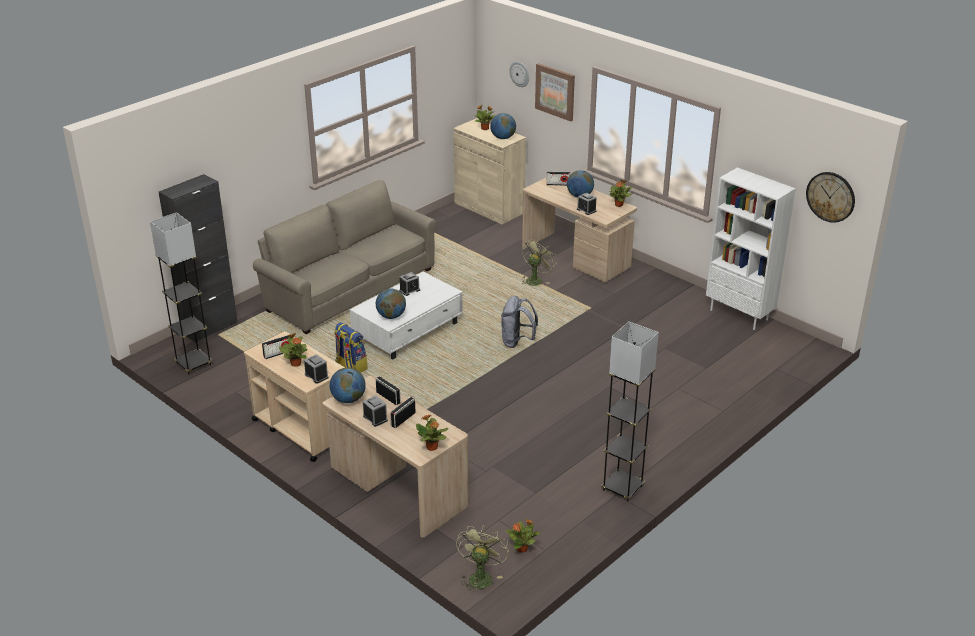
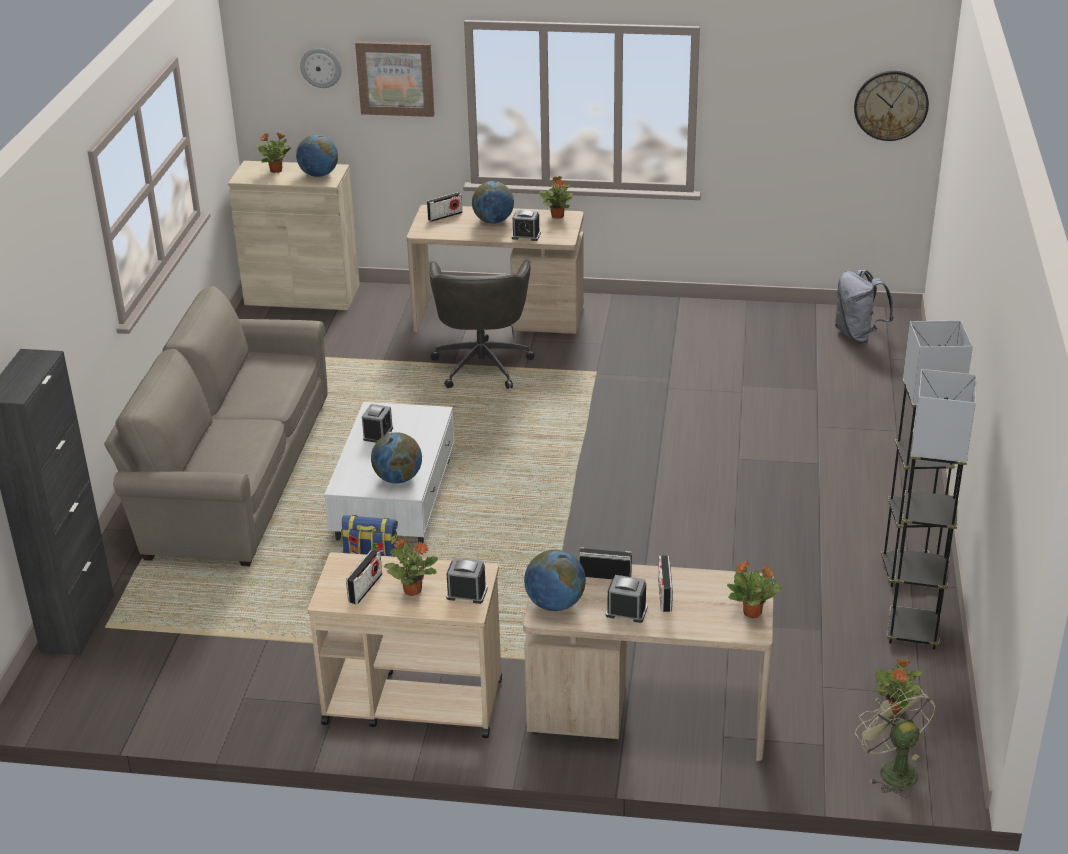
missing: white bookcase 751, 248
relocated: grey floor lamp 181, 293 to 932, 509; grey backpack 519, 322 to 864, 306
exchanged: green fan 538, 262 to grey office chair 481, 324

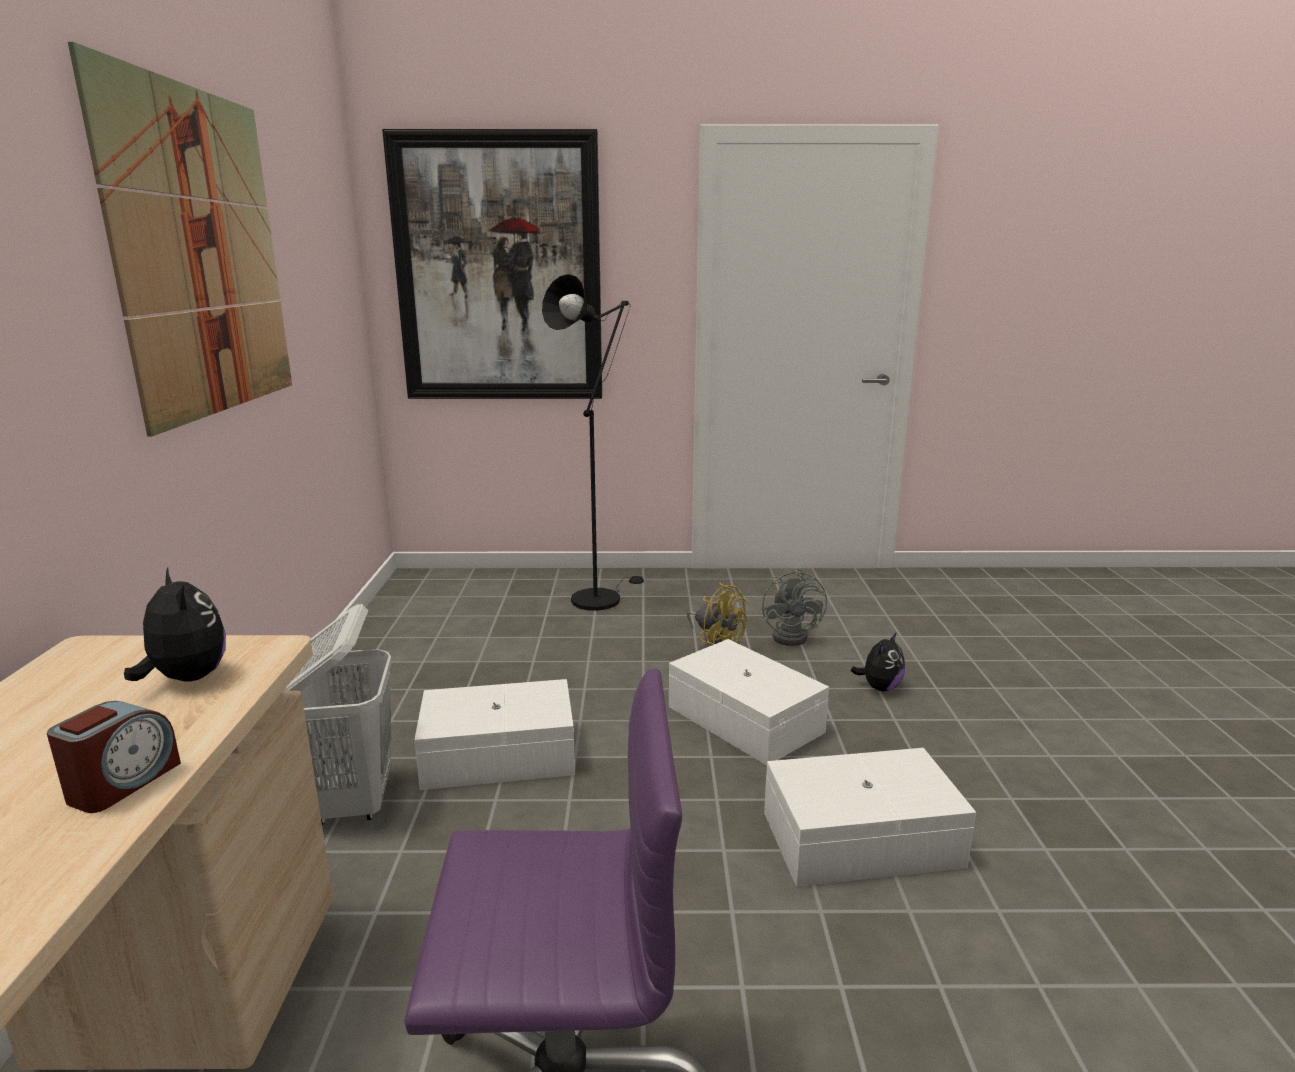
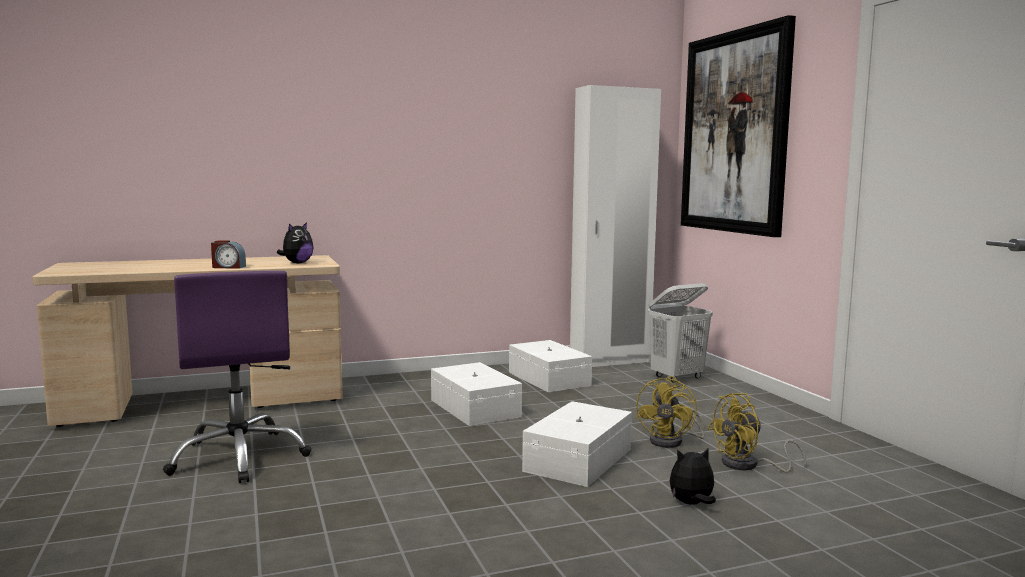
missing: picture 180, 239; black floor lamp 593, 442
appeared: white wardrobe 615, 226
relocated: white laundry basket 337, 714 to 680, 333; white storage box 870, 817 to 550, 366
colour: grey fan 794, 607 to yellow fan 756, 433
spun: plush toy 878, 661 = 692, 476 150 degrees clockwise

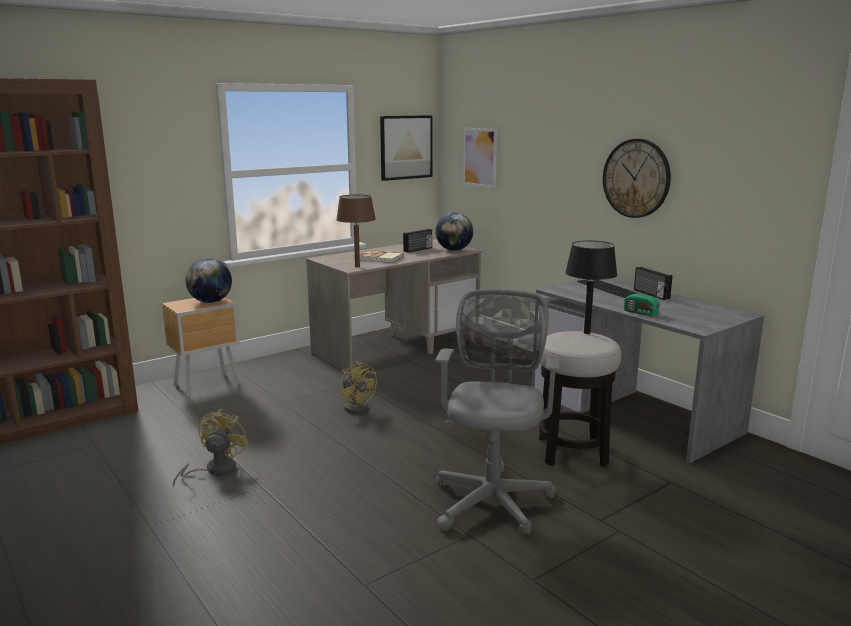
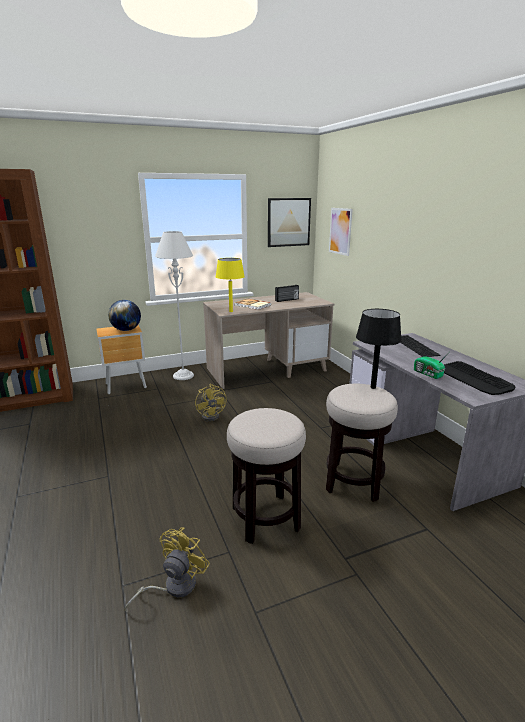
missing: globe 454, 231; wall clock 637, 178; radio 653, 283
appeared: grey floor lamp 174, 305; keyboard 480, 378
relocated: yellow fan 210, 448 to 167, 569
exchanged: grey office chair 497, 412 to stool 266, 476
colour: brown table lamp 356, 231 to yellow table lamp 230, 285

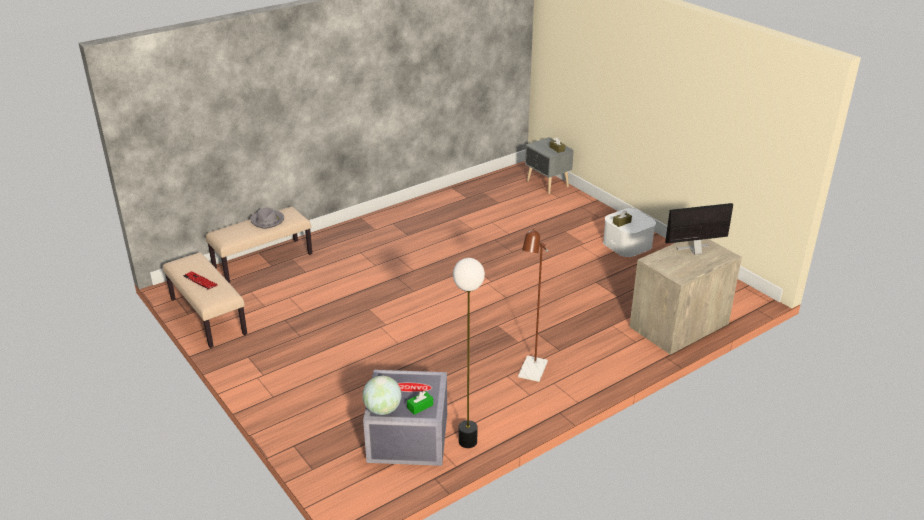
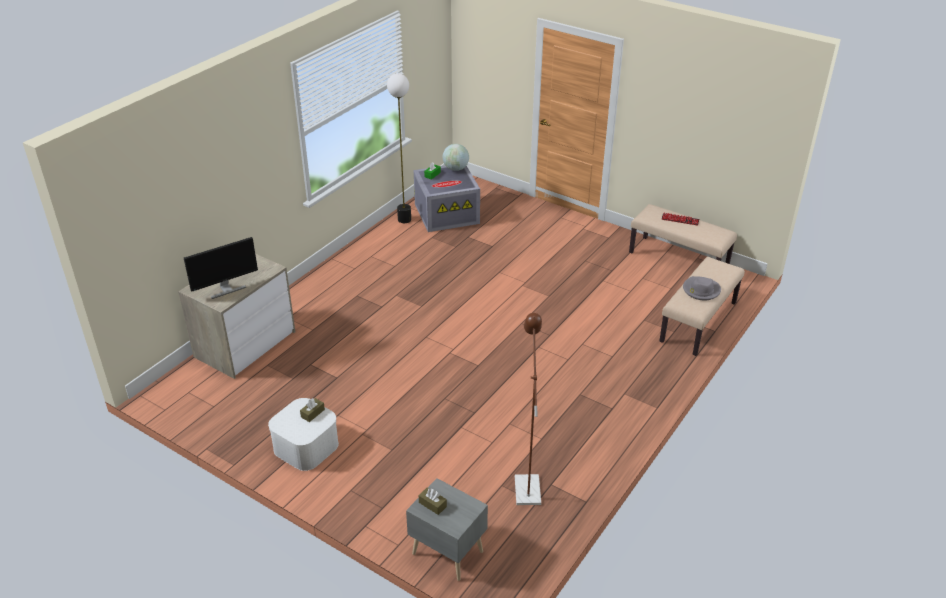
relocated: brown floor lamp 533, 305 to 528, 409

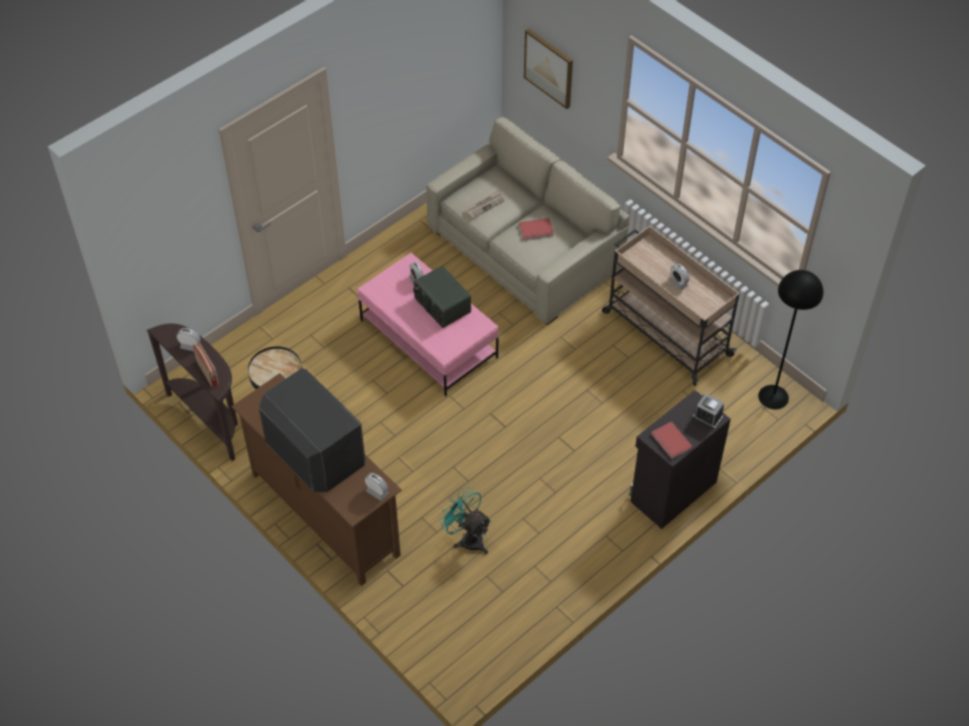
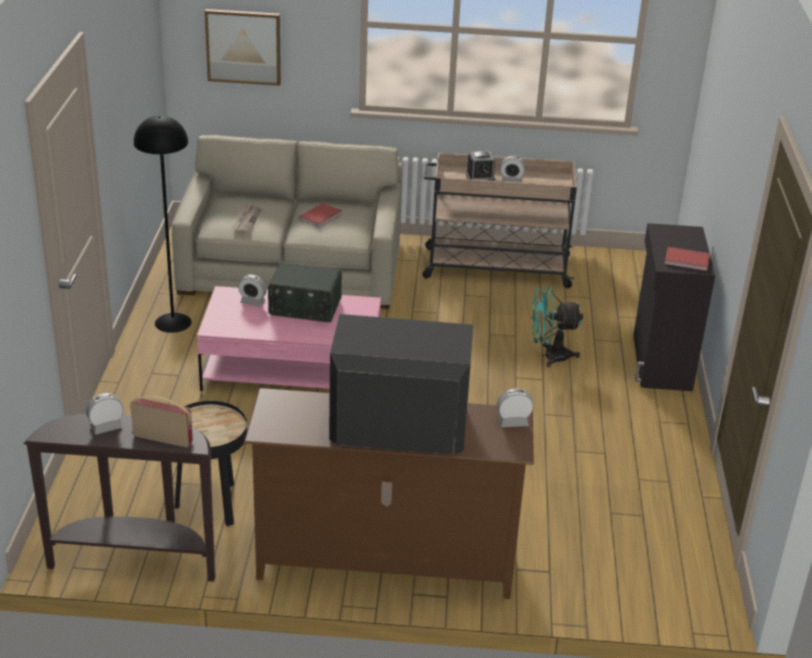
relocated: turquoise fan 465, 520 to 557, 327; alarm clock 708, 411 to 480, 166; black floor lamp 790, 339 to 163, 224

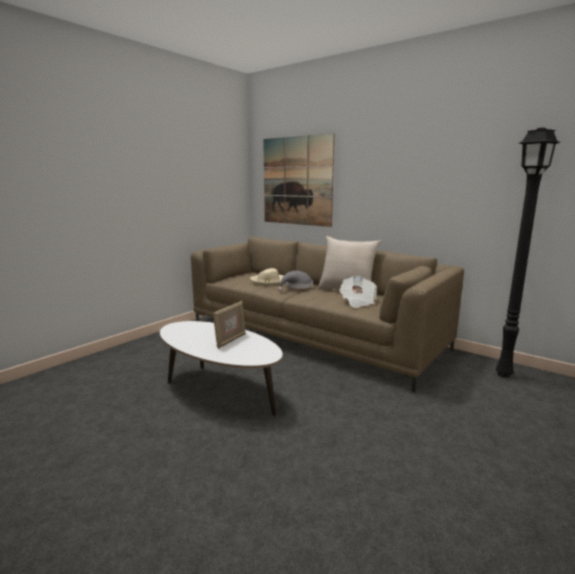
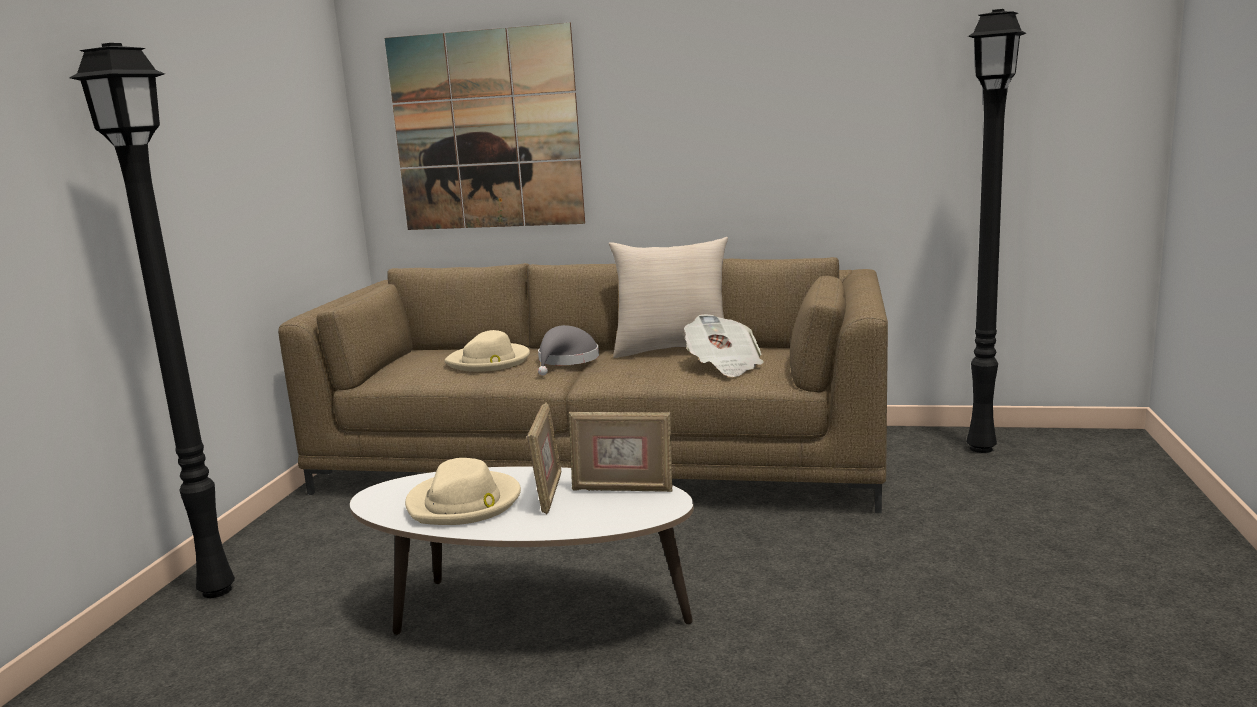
appeared: black floor lamp 152, 320; beige hat 463, 491; picture frame 621, 452

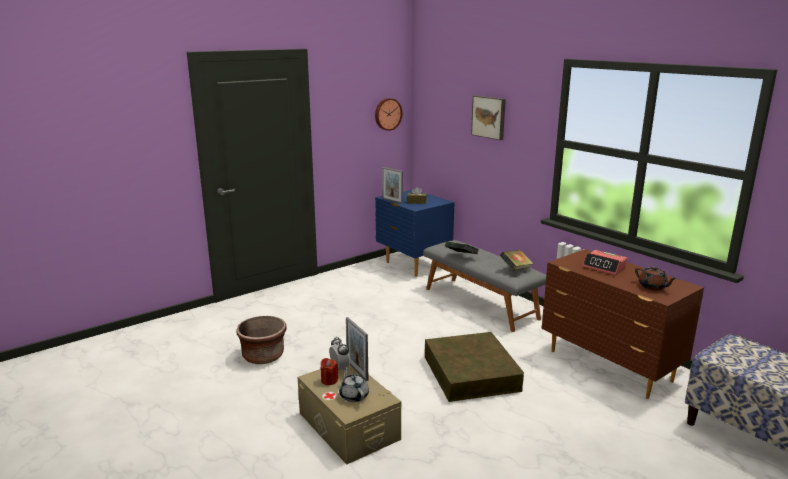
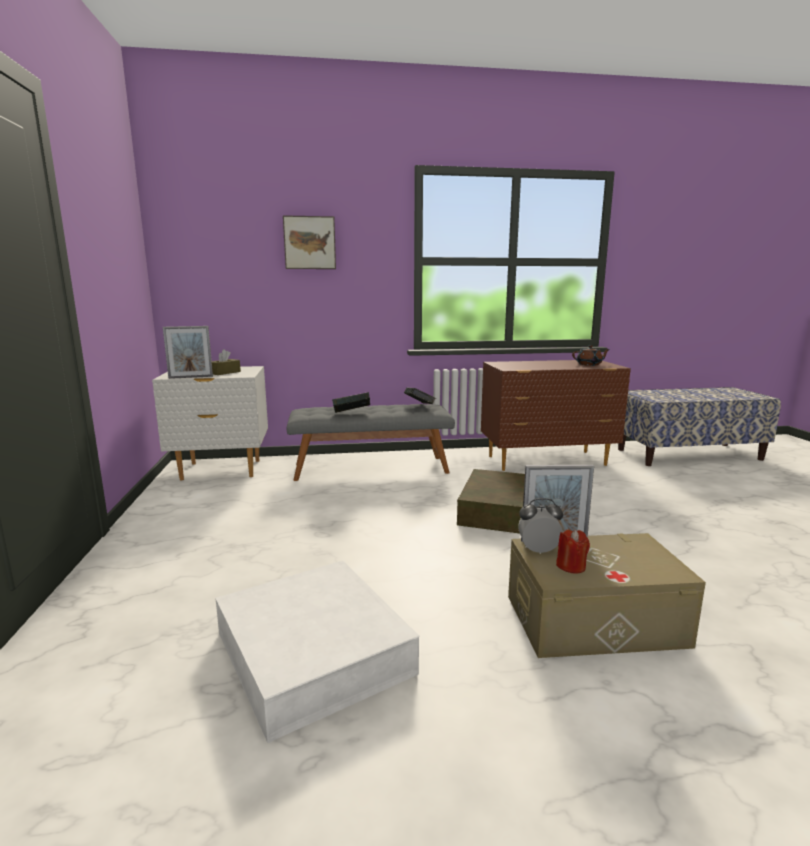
missing: grey teapot 354, 385; wall clock 388, 114; alarm clock 605, 262
exchanged: brown planter 261, 340 to white storage box 317, 652
colour: blue nightstand 414, 233 to white nightstand 210, 423

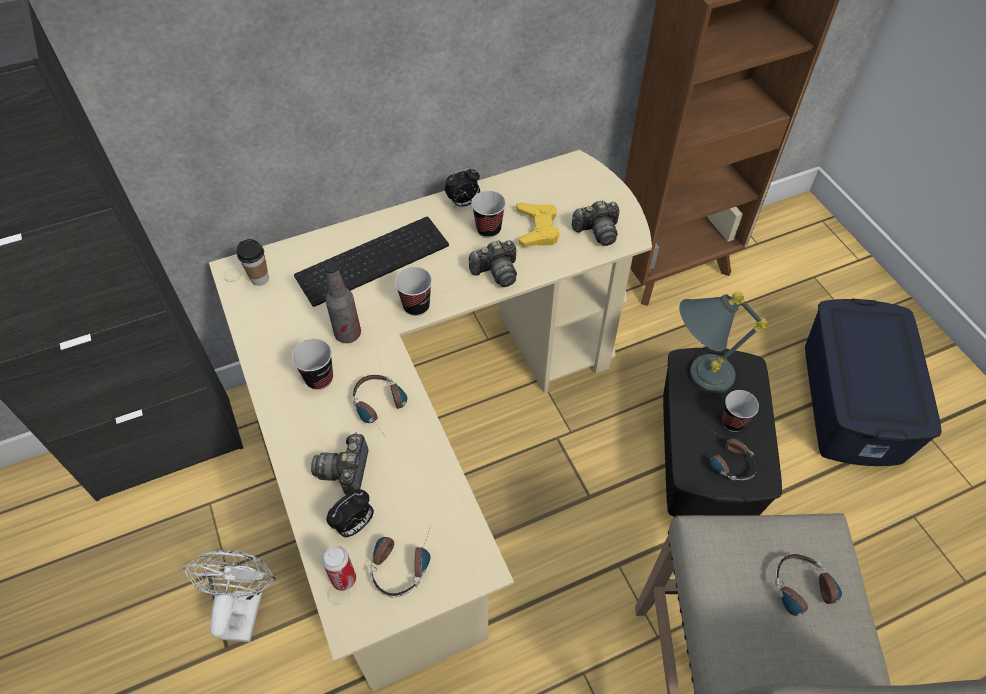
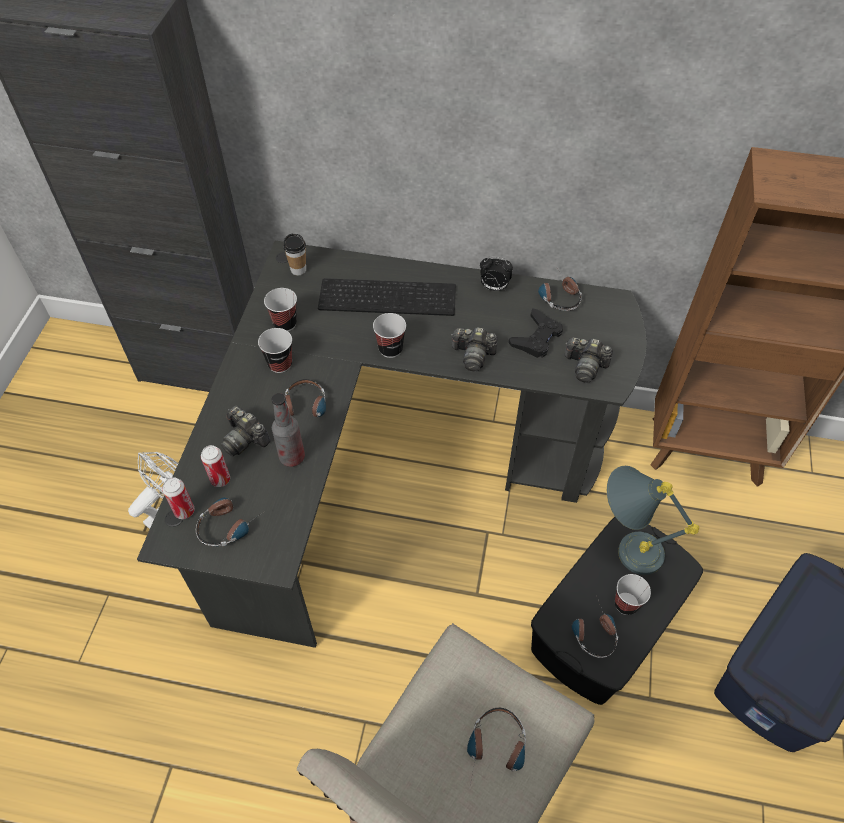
appeared: headphones 560, 289
relocated: bottle 342, 302 to 288, 430; cup 488, 214 to 280, 309
exchanged: alarm clock 350, 513 to can 215, 466
colour: beige desk 430, 421 to black desk 392, 444; yellow game controller 538, 224 to black game controller 535, 333
spun: photo camera 339, 464 = 246, 431 90 degrees counterclockwise

